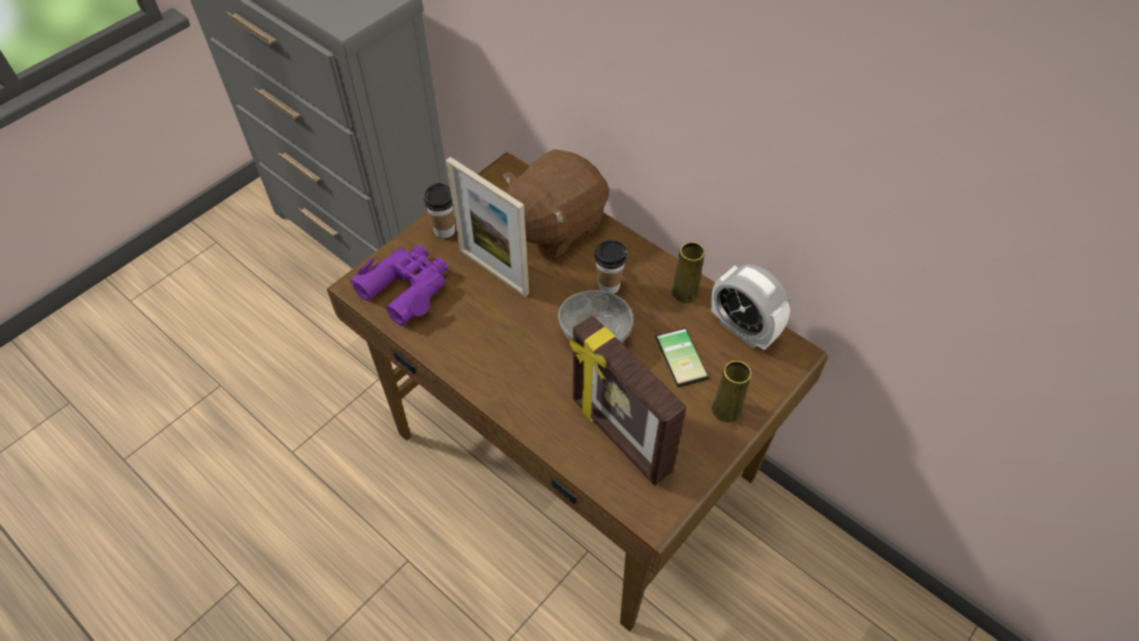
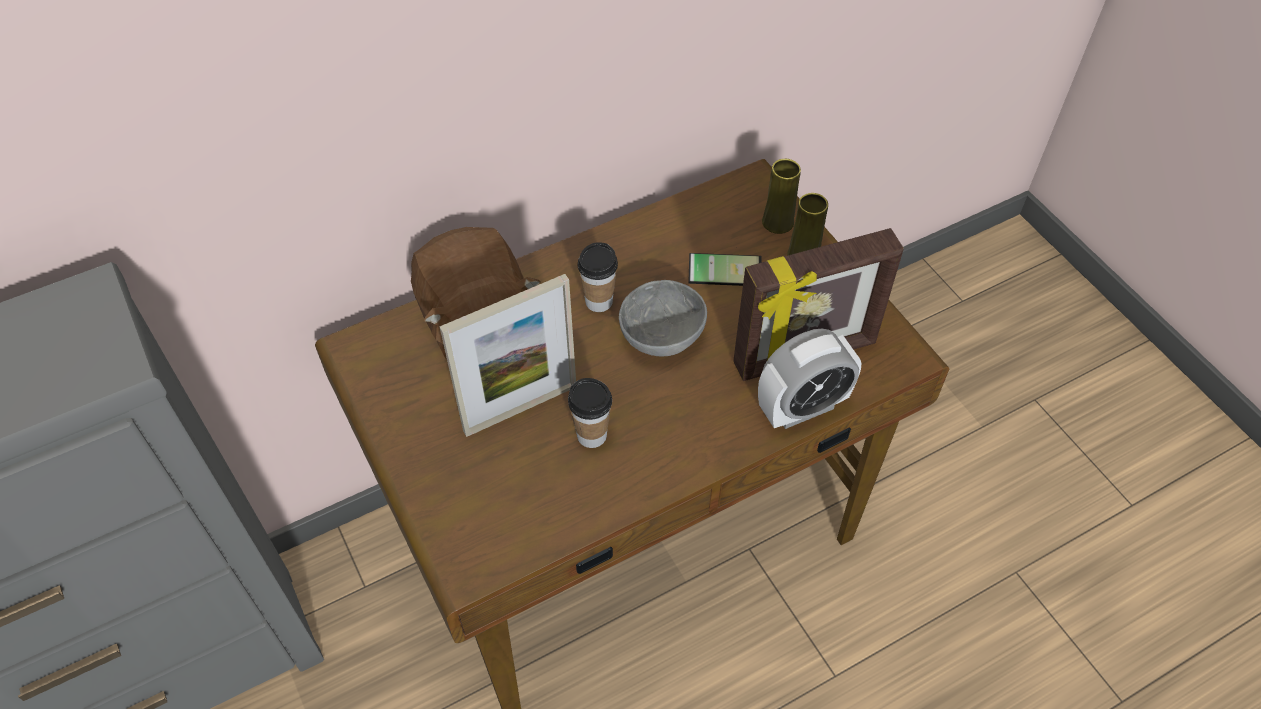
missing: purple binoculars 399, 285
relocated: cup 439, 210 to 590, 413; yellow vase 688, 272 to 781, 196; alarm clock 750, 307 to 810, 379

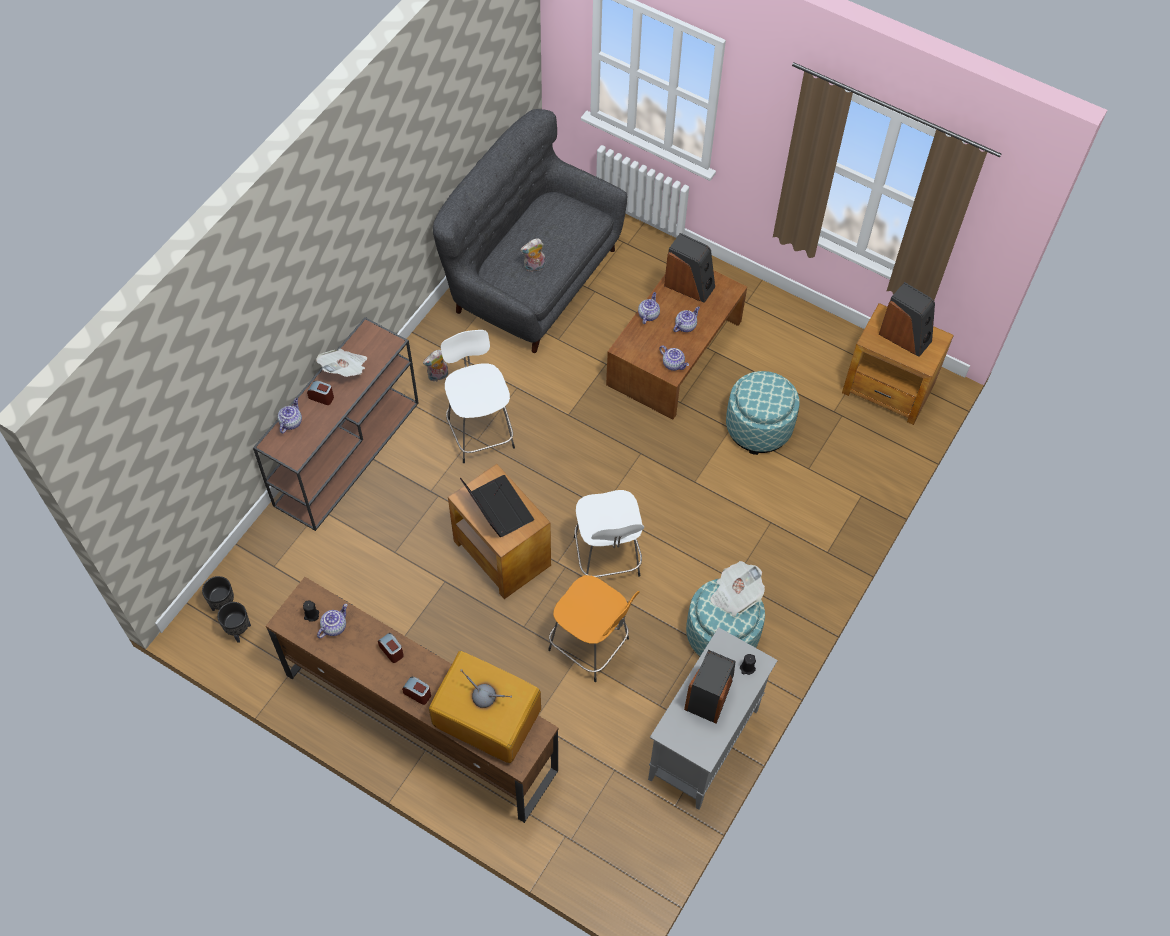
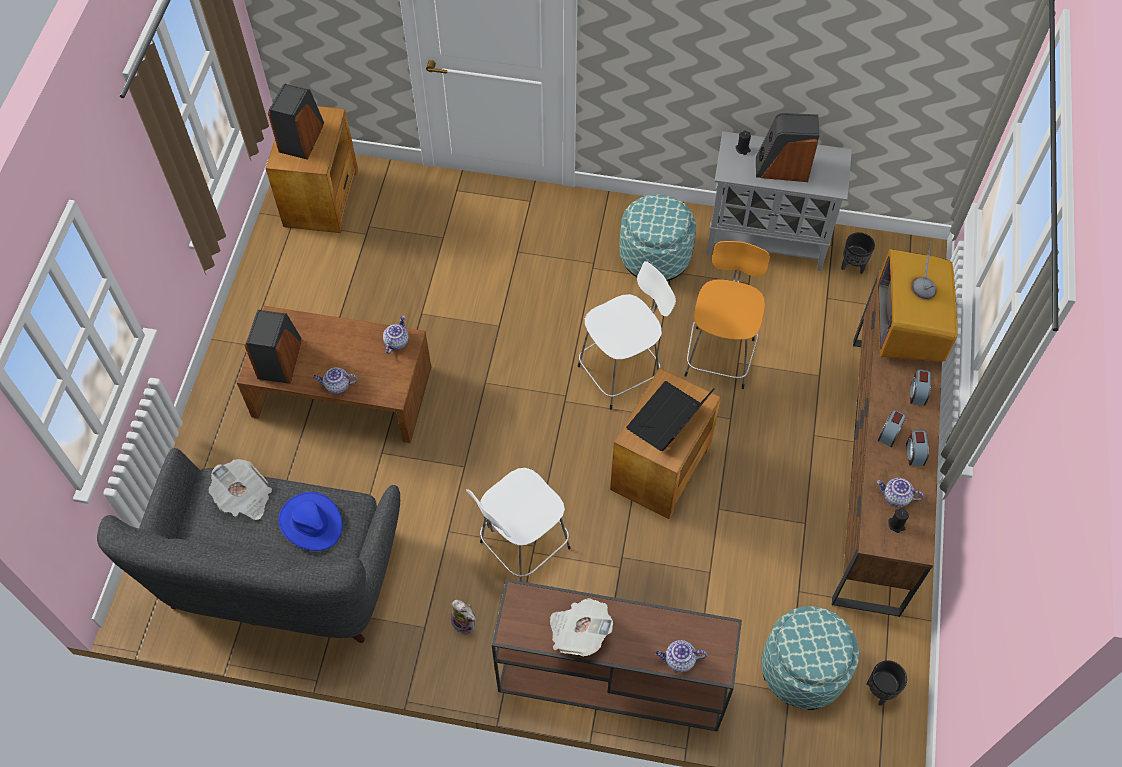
missing: teapot 686, 319
relocated: black planter 218, 593 to 858, 253; alarm clock 320, 393 to 917, 448; newspaper 737, 589 to 240, 489; ottoman 763, 413 to 810, 658
exchanged: plush toy 532, 255 to blue hat 310, 521

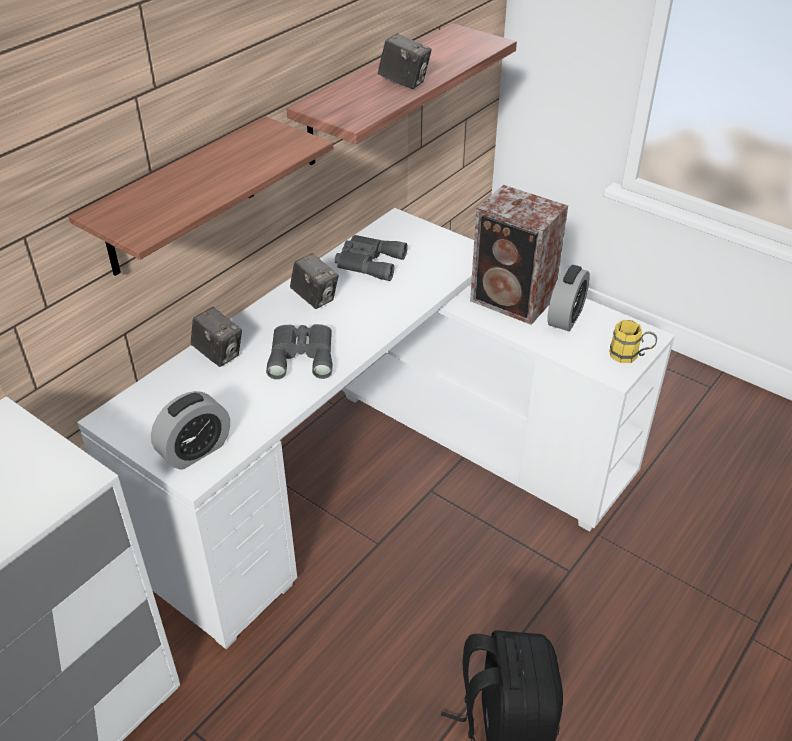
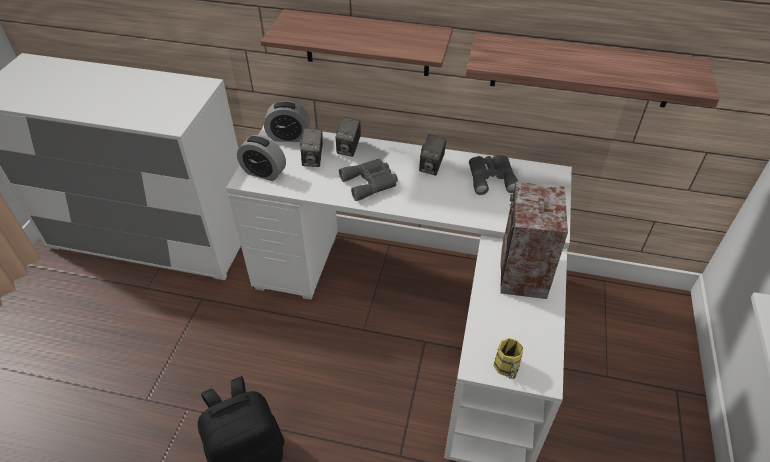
relocated: photo camera 405, 61 to 311, 147; alarm clock 568, 298 to 287, 121

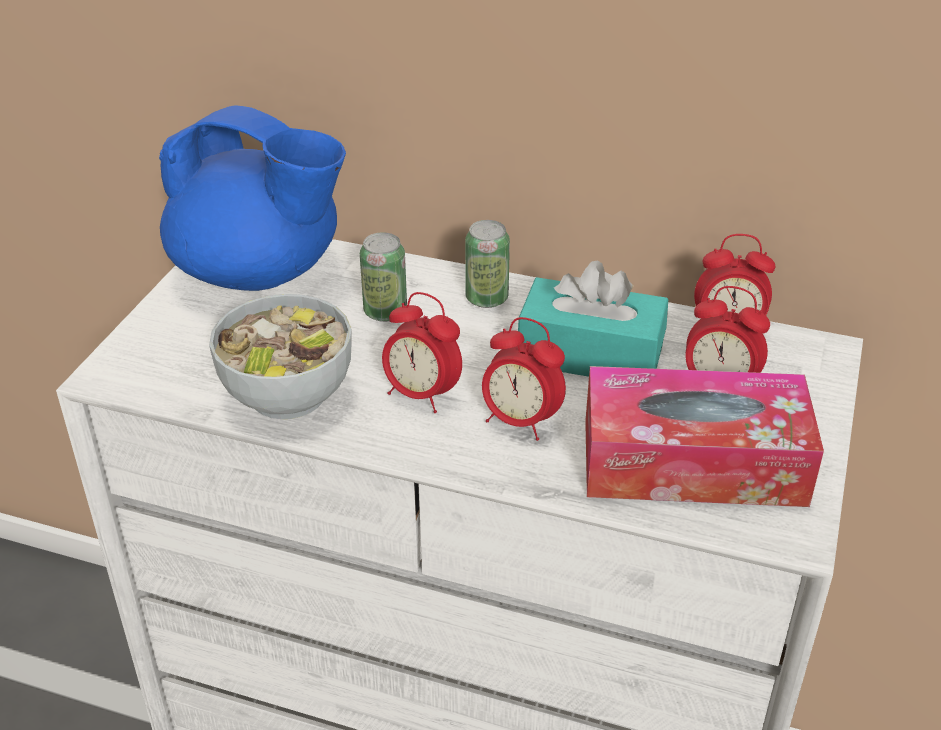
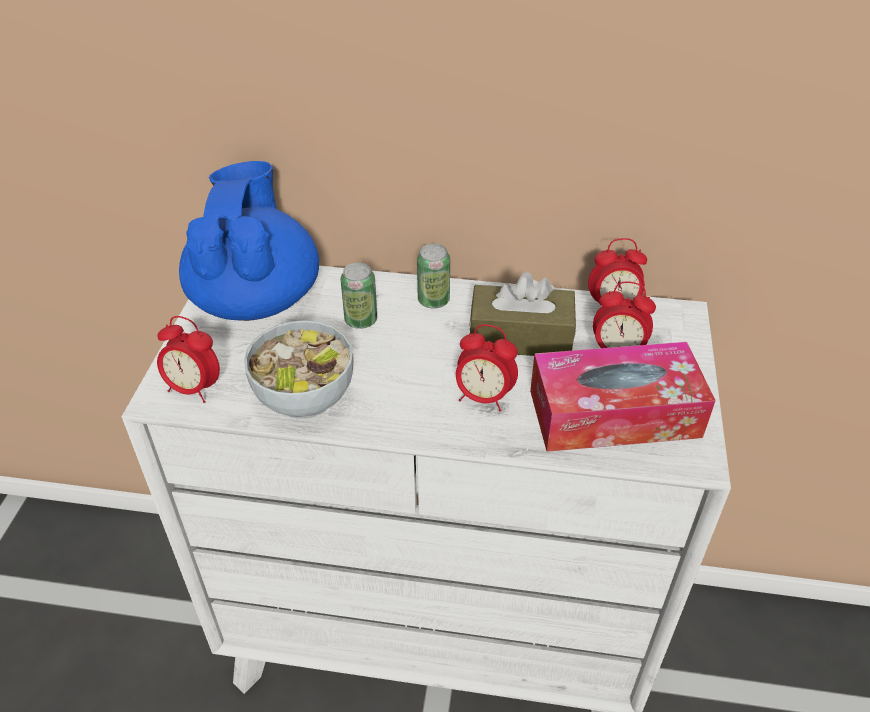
relocated: alarm clock 422, 352 to 188, 359
colour: turquoise tissue box 593, 319 to brown tissue box 522, 314
spun: blue teapot 252, 198 = 249, 241 105 degrees counterclockwise

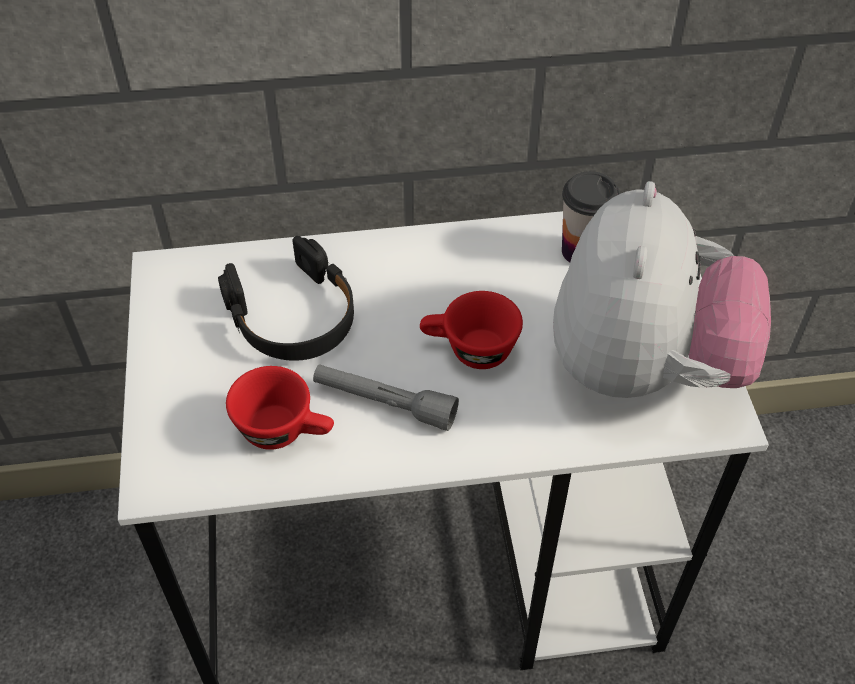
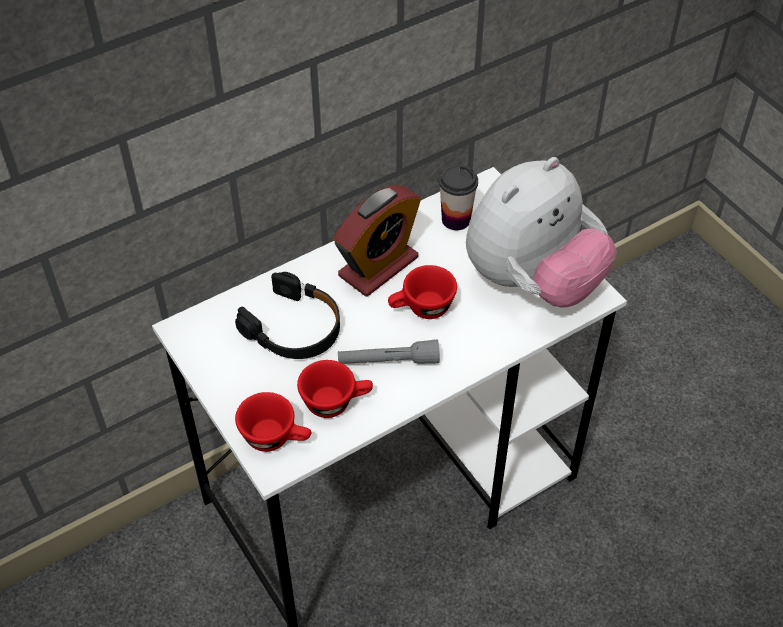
appeared: red cup 273, 422; alarm clock 377, 241
spun: plush toy 662, 289 = 541, 232 60 degrees clockwise

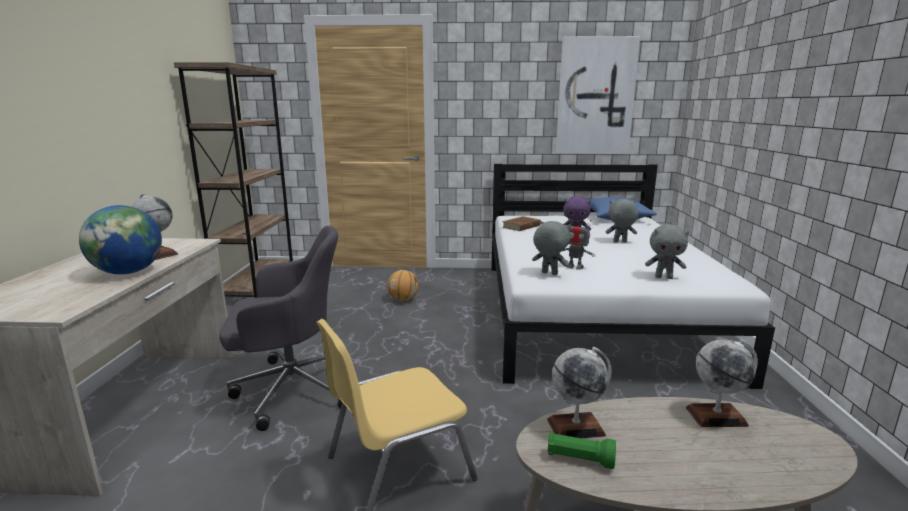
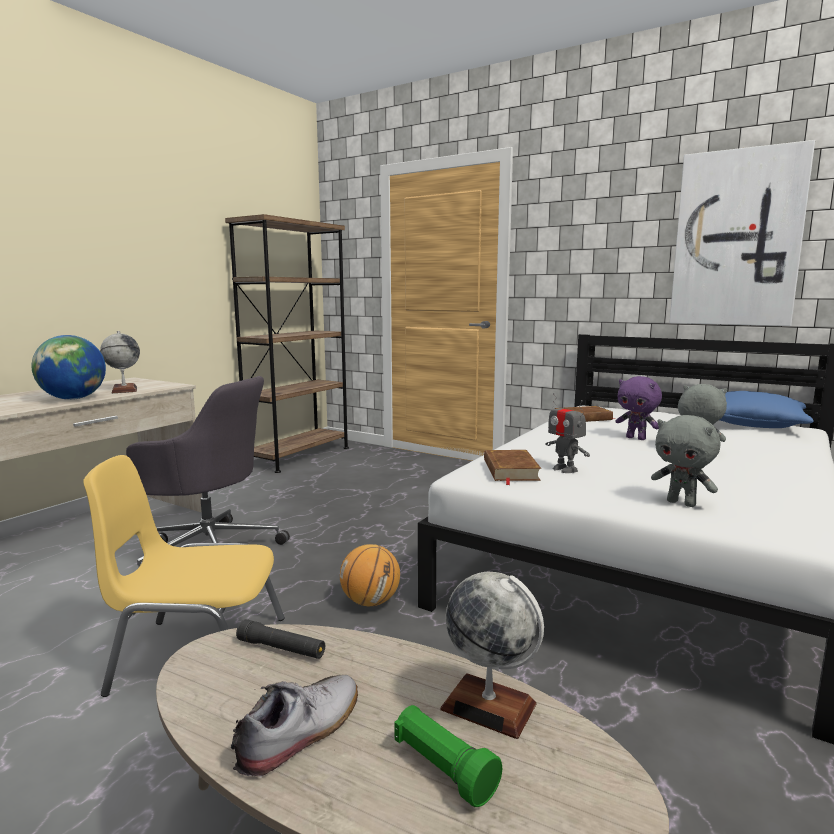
appeared: shoe 294, 726
relocated: basketball 403, 285 to 370, 575; green flashlight 582, 451 to 448, 756
exchanged: grey plush toy 551, 248 to brown book 512, 467; globe 579, 392 to black flashlight 280, 639

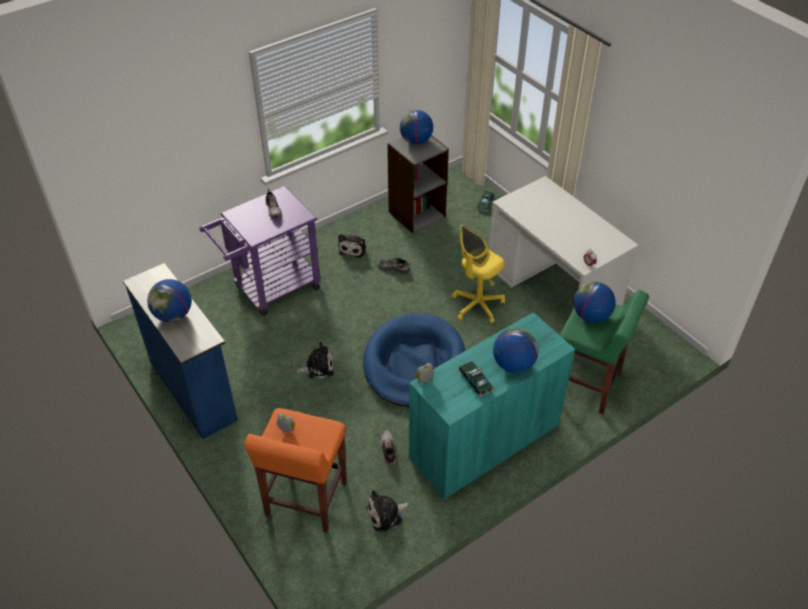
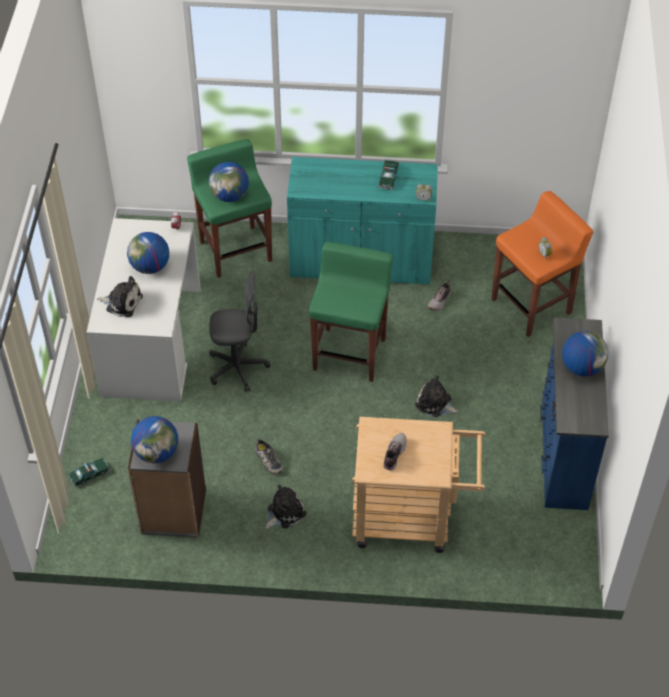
relocated: plush toy 387, 511 to 120, 296; globe 516, 350 to 148, 253
exchanged: blue dog bed 414, 360 to green stool 351, 312
colour: purple cart 260, 251 to beige cart 418, 485; yellow office chair 478, 274 to grey office chair 240, 331

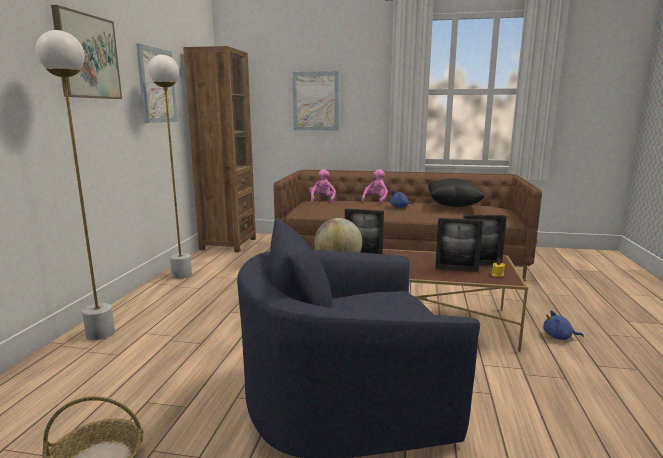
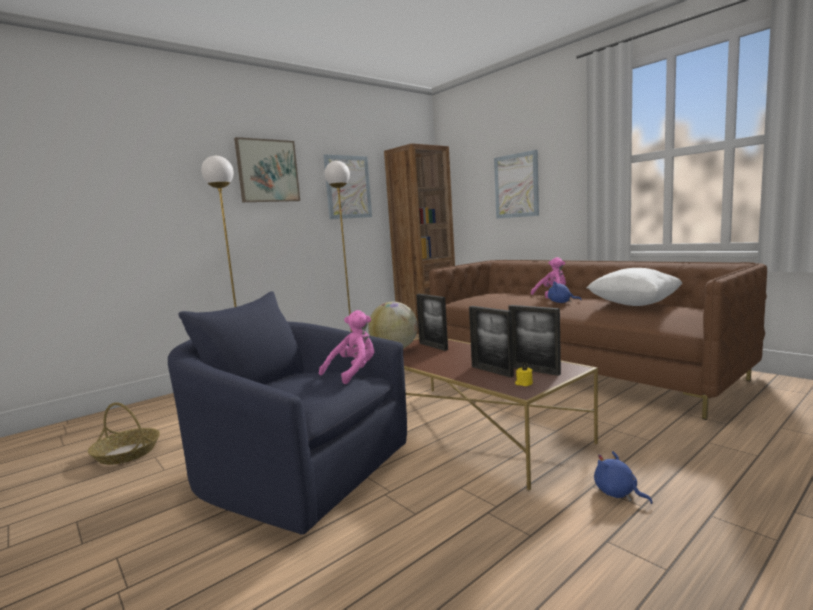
relocated: pink plush toy 322, 186 to 346, 347
colour: black pillow 456, 192 to white pillow 634, 287

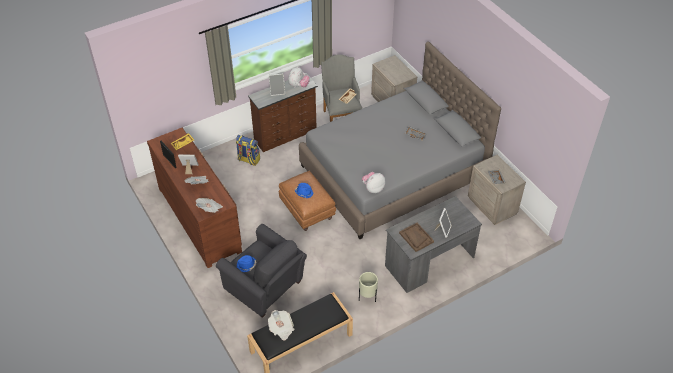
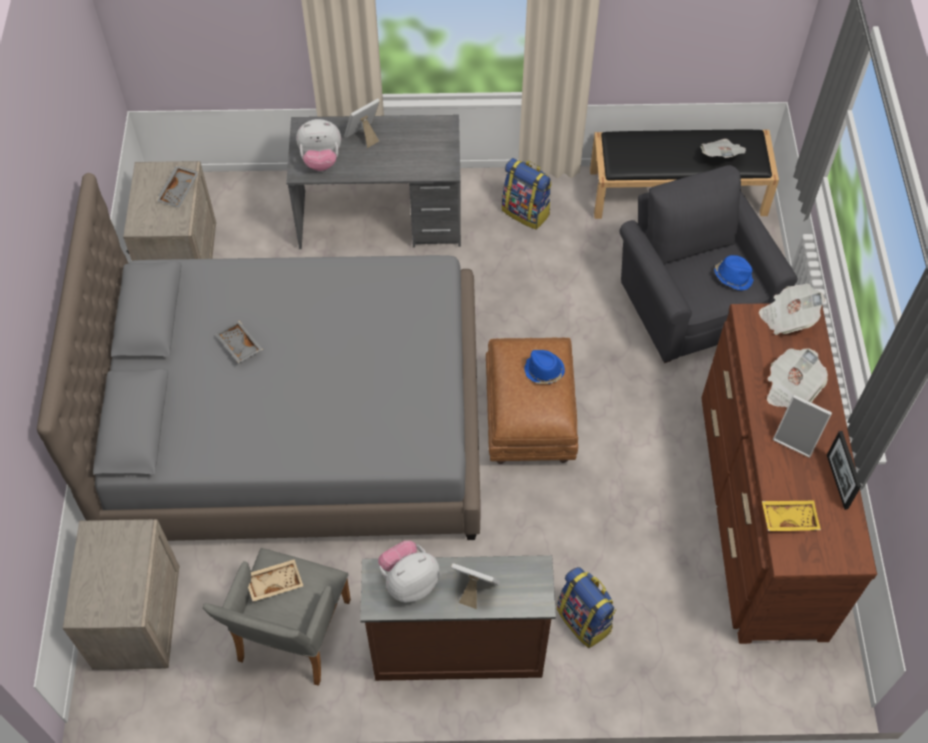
missing: brown tray 416, 237
relocated: plush toy 373, 182 to 318, 145
exchanged: beige planter 368, 287 to backpack 527, 194

